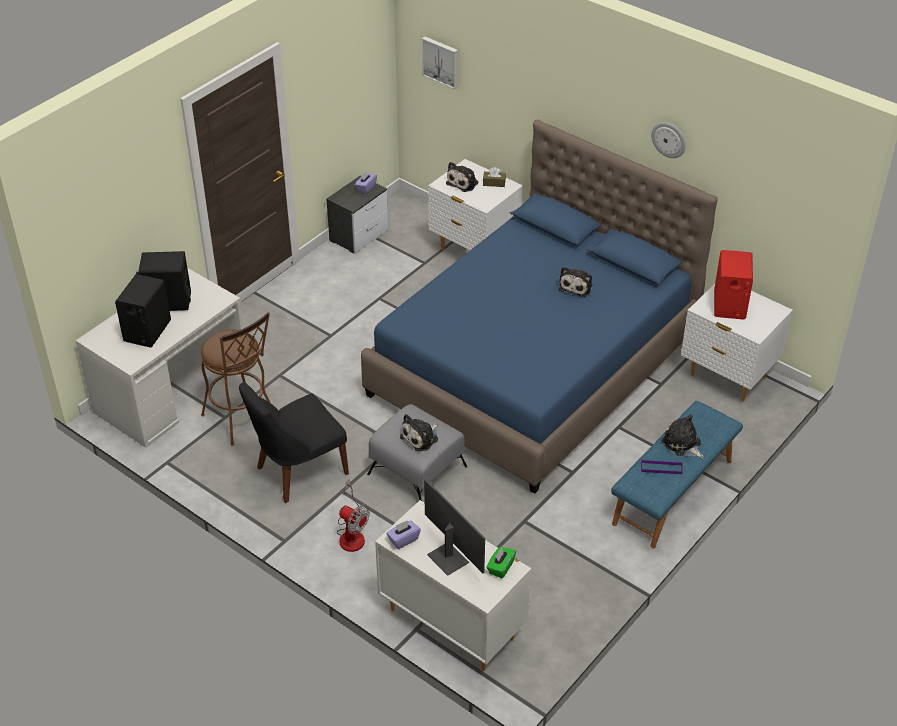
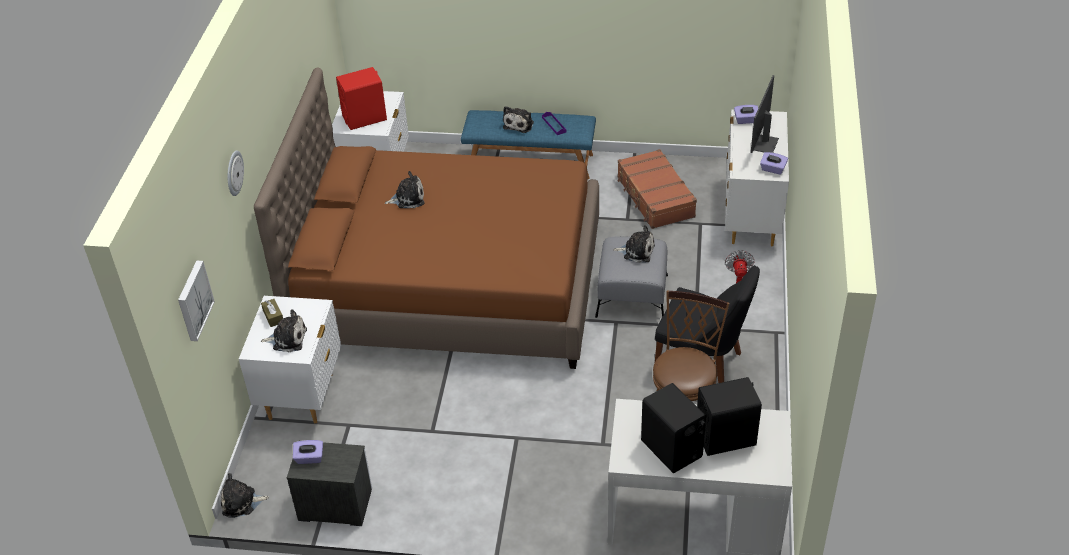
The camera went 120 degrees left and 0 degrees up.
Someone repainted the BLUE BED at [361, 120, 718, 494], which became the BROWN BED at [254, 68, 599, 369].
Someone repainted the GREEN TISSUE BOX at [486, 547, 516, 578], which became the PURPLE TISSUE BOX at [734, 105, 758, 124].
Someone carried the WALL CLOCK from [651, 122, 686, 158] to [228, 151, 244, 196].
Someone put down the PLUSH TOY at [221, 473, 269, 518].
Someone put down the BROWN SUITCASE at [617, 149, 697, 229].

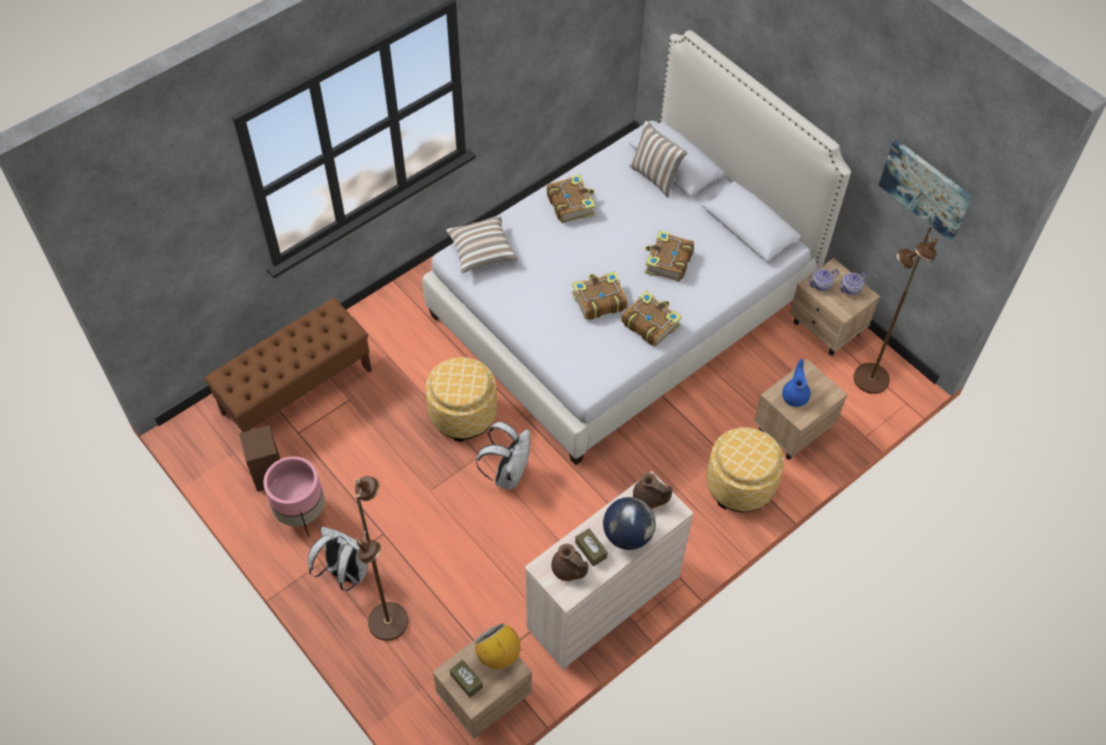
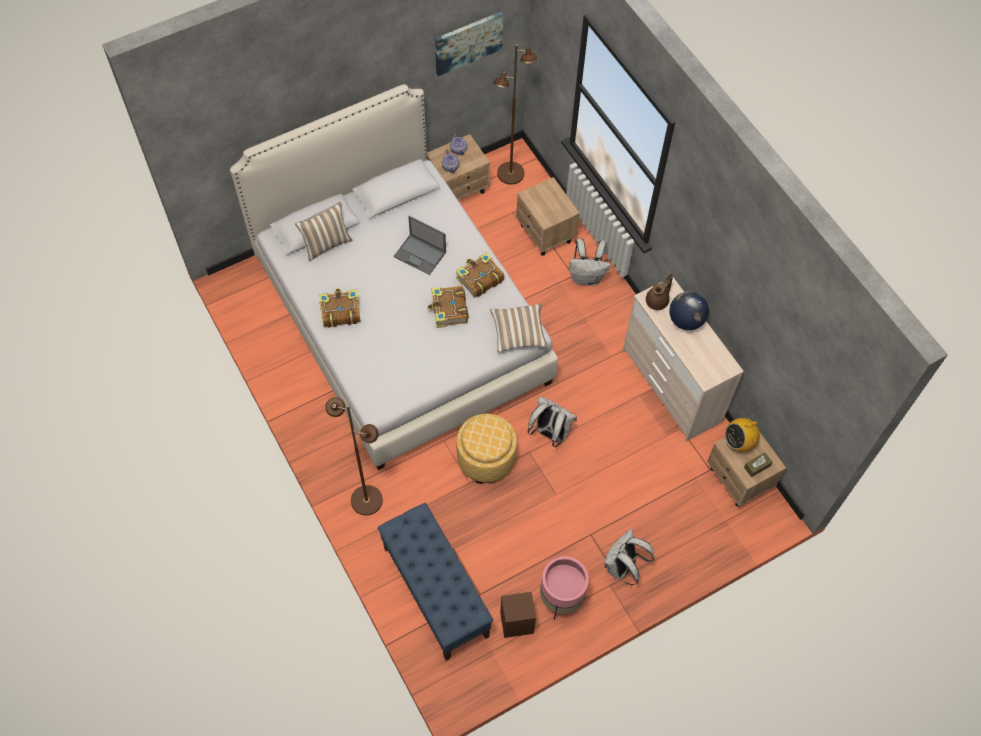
The camera went 80 degrees left and 5 degrees up.
Someone repainted the BROWN BENCH at [204, 298, 372, 432], which became the BLUE BENCH at [378, 503, 493, 661].
Someone carried the BROWN FLOOR LAMP from [355, 476, 408, 641] to [325, 397, 383, 515].
Someone carried the PILLOW from [446, 215, 518, 273] to [490, 304, 548, 352].
Someone took away the BROWN TEAPOT at [551, 544, 588, 581].
Someone took away the BROWN TISSUE BOX at [575, 528, 607, 567].
Someone swapped the BOOK at [644, 230, 694, 282] for the LAPTOP at [394, 216, 446, 275].
Someone swapped the OTTOMAN at [706, 427, 784, 512] for the WHITE BACKPACK at [569, 238, 610, 286].
Someone took away the BLUE TEAPOT at [782, 359, 810, 407].

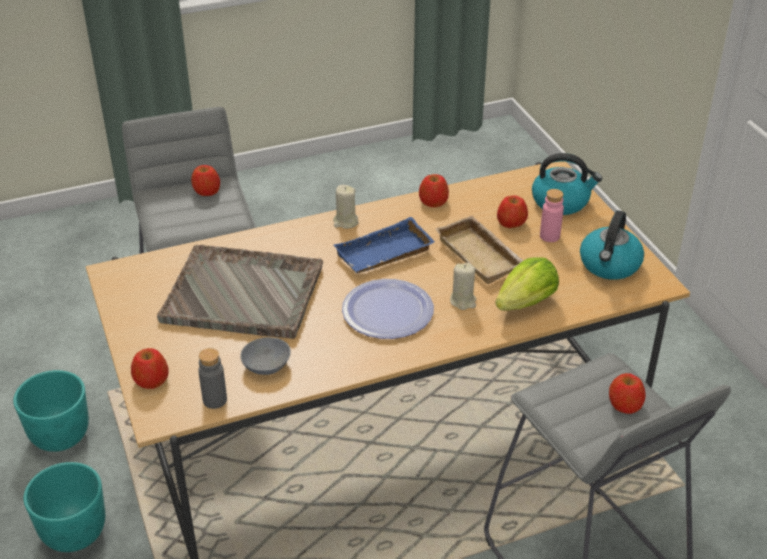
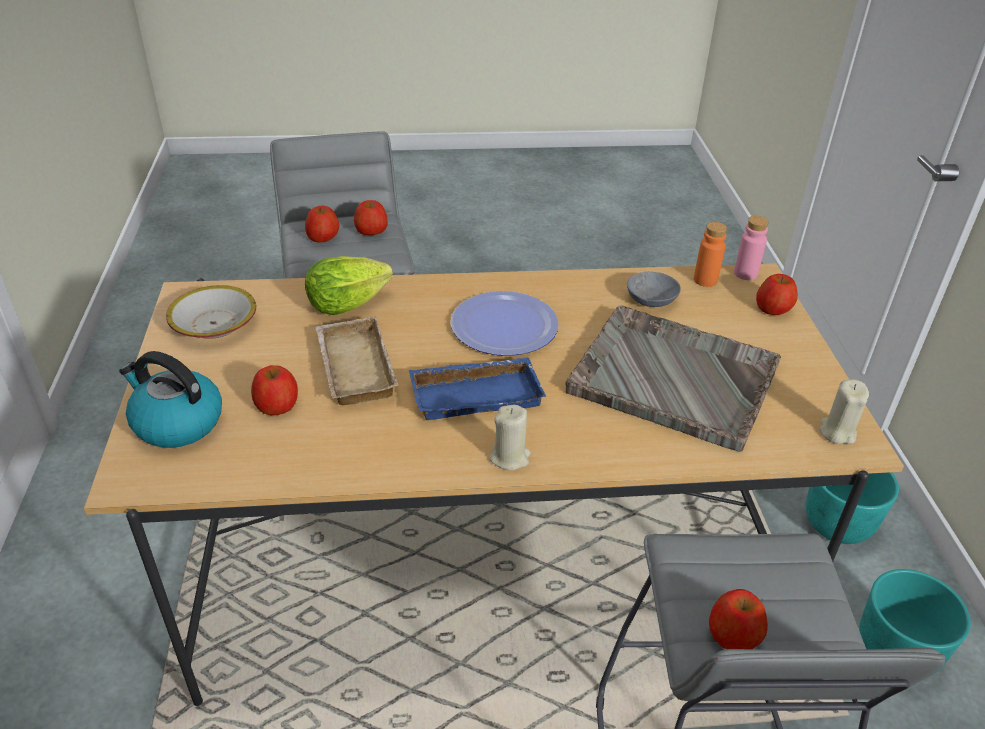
The camera went 165 degrees left and 0 degrees up.
Someone repainted the GREY BOTTLE at [198, 348, 227, 409], which became the ORANGE BOTTLE at [694, 222, 727, 287].
Someone carried the APPLE from [419, 174, 449, 207] to [354, 200, 388, 235].
Someone carried the BEIGE CANDLE from [450, 263, 476, 310] to [820, 380, 869, 444].
Someone carried the PINK BOTTLE from [540, 189, 564, 242] to [734, 216, 769, 280].
Someone swapped the KETTLE at [580, 210, 644, 280] for the BOWL at [166, 285, 256, 339].

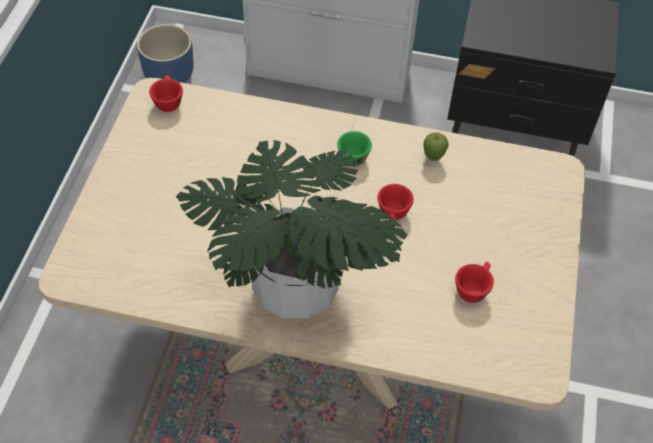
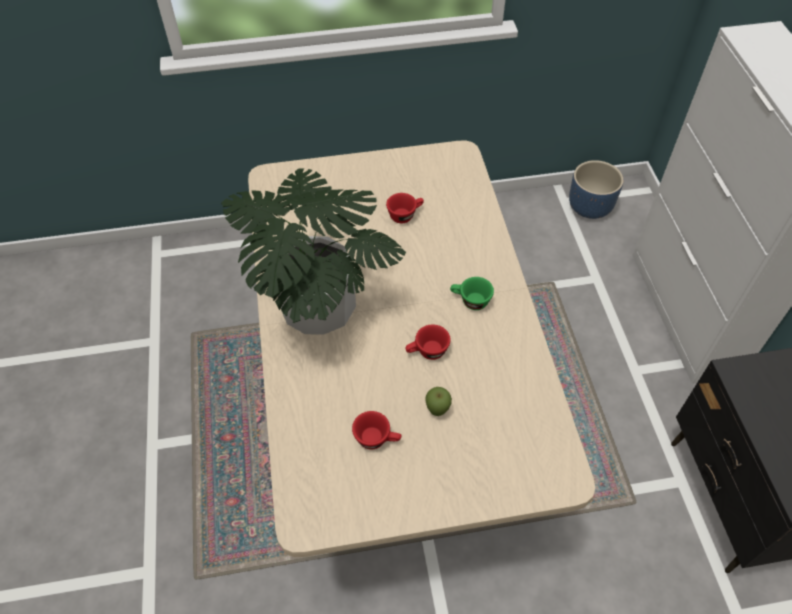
The camera went 70 degrees right and 0 degrees up.
Someone carried the RED CUP from [149, 75, 183, 112] to [386, 193, 424, 223].
Someone carried the APPLE from [423, 132, 449, 161] to [425, 387, 452, 416].

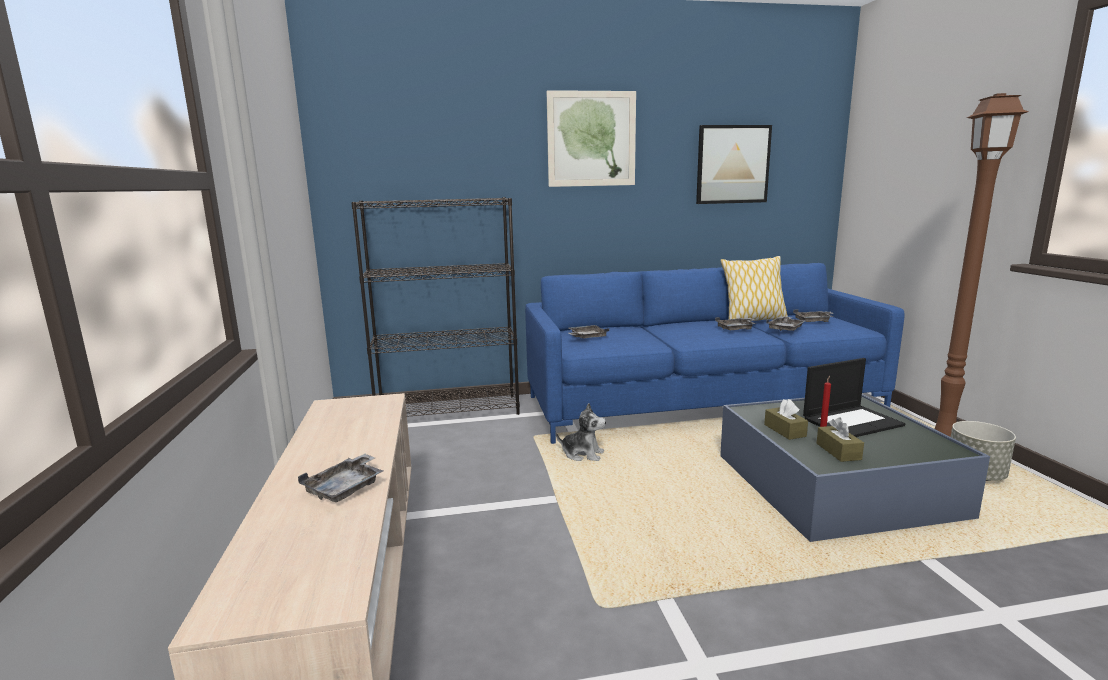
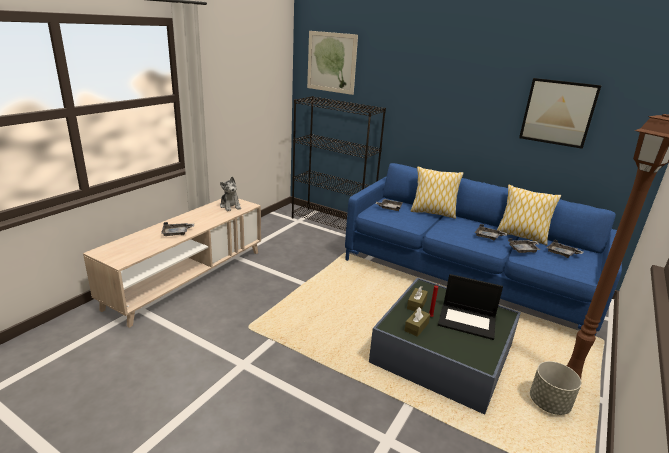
The camera went 40 degrees right and 10 degrees up.
Someone carried the PICTURE from [546, 90, 636, 187] to [307, 31, 358, 95].
Someone carried the PLUSH TOY from [555, 403, 606, 461] to [220, 177, 241, 211].
Someone put down the PILLOW at [411, 166, 463, 219].

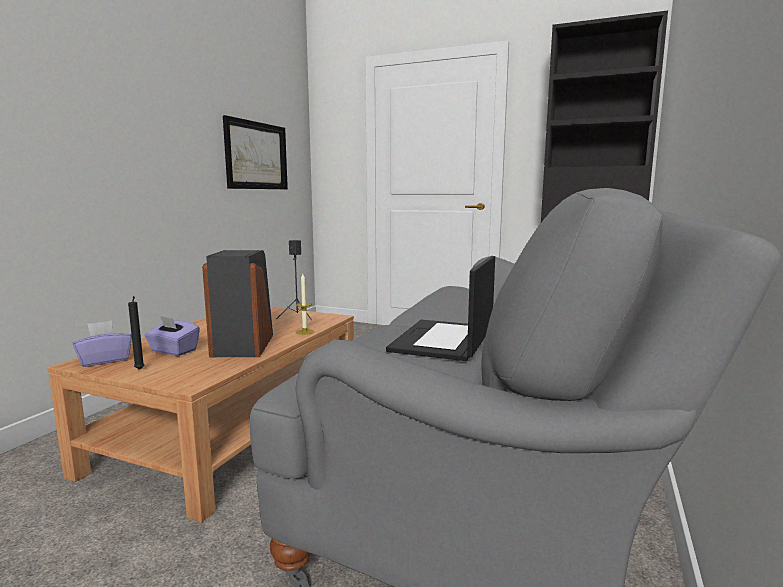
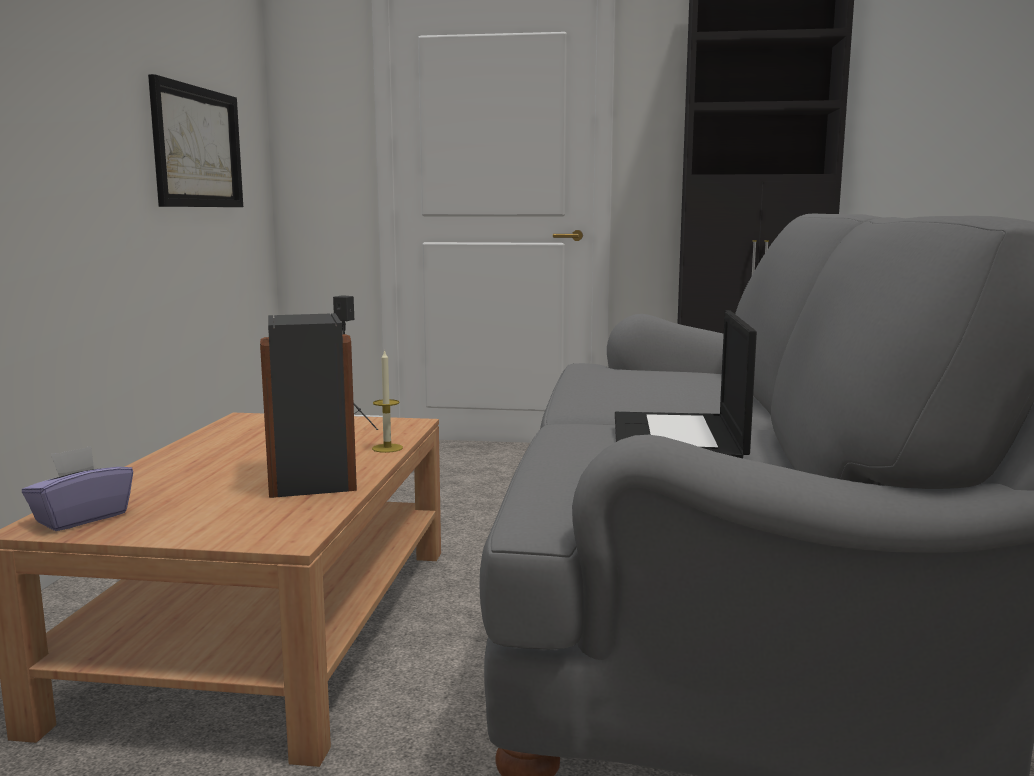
The camera went 15 degrees left and 0 degrees up.
Someone took away the BLACK CANDLE at [128, 296, 144, 370].
Someone took away the PURPLE TISSUE BOX at [144, 315, 200, 356].

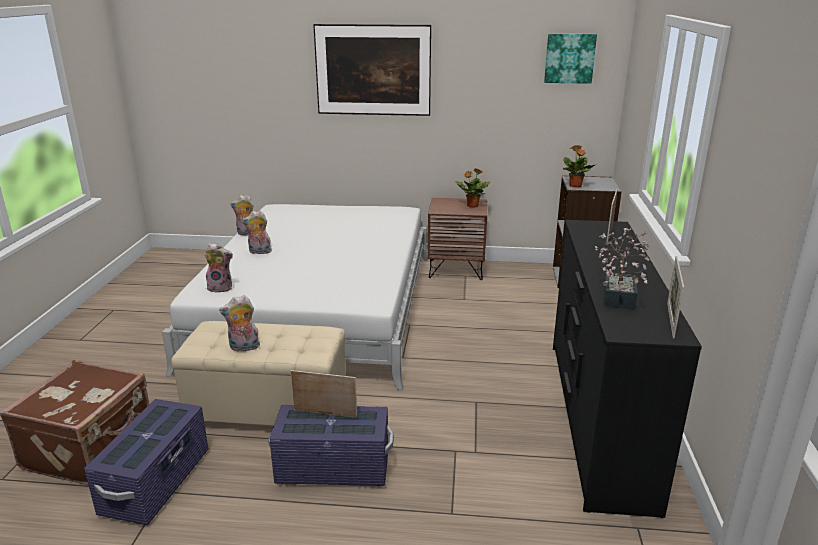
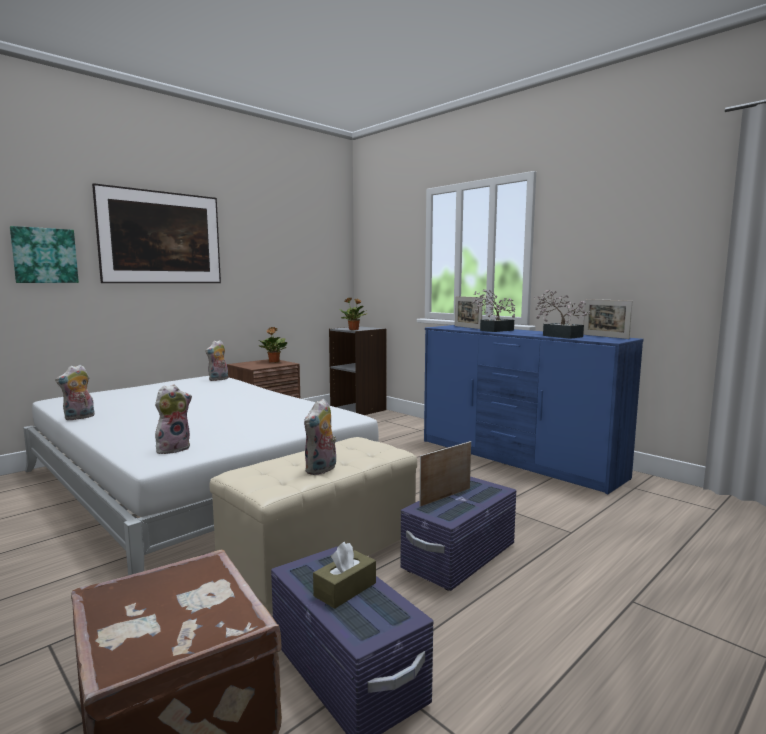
The camera went 50 degrees left and 15 degrees down.
Someone carried the PLUSH TOY from [242, 211, 272, 254] to [205, 340, 228, 381].
Someone carried the PICTURE from [544, 34, 597, 84] to [10, 226, 79, 283].
Someone repainted the BLACK DRESSER at [553, 220, 702, 518], which became the BLUE DRESSER at [424, 325, 644, 494].
Someone put down the BROWN TISSUE BOX at [313, 542, 376, 609].
Someone put down the POTTED PLANT at [473, 289, 515, 332].

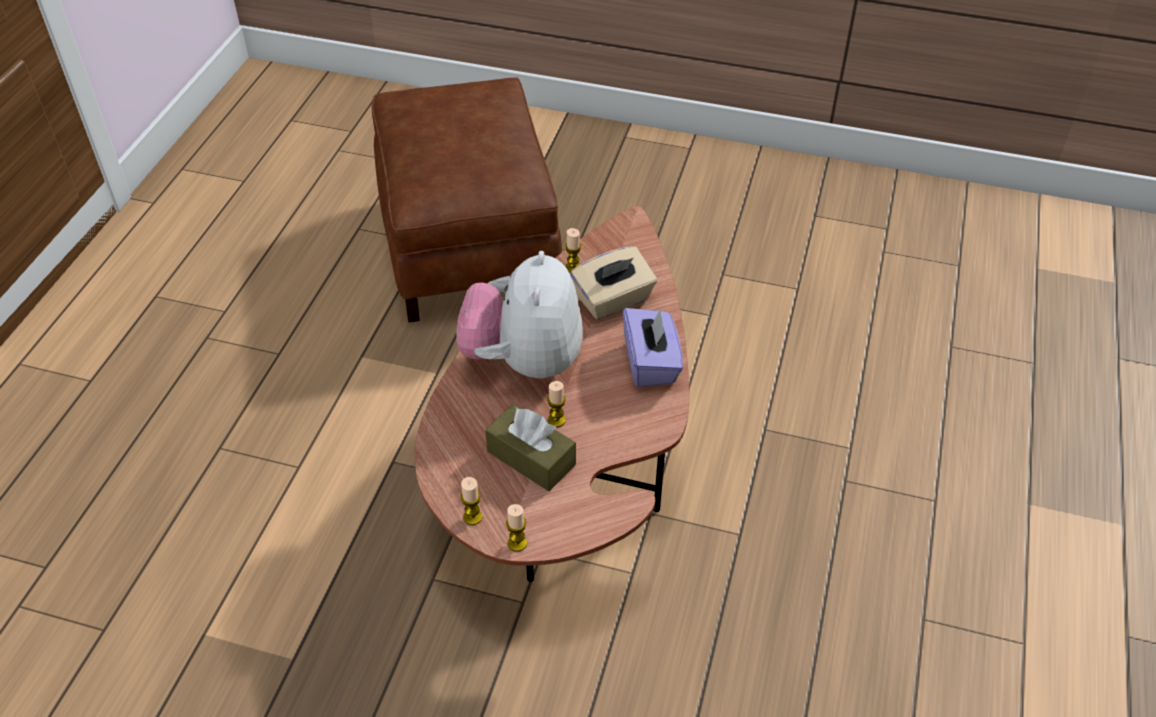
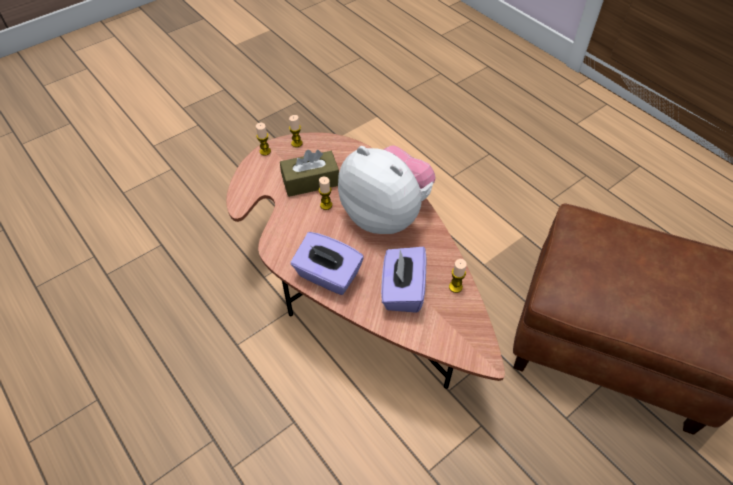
The camera went 125 degrees right and 5 degrees up.
Someone repainted the BEIGE TISSUE BOX at [571, 246, 657, 320], which became the PURPLE TISSUE BOX at [381, 247, 426, 313].

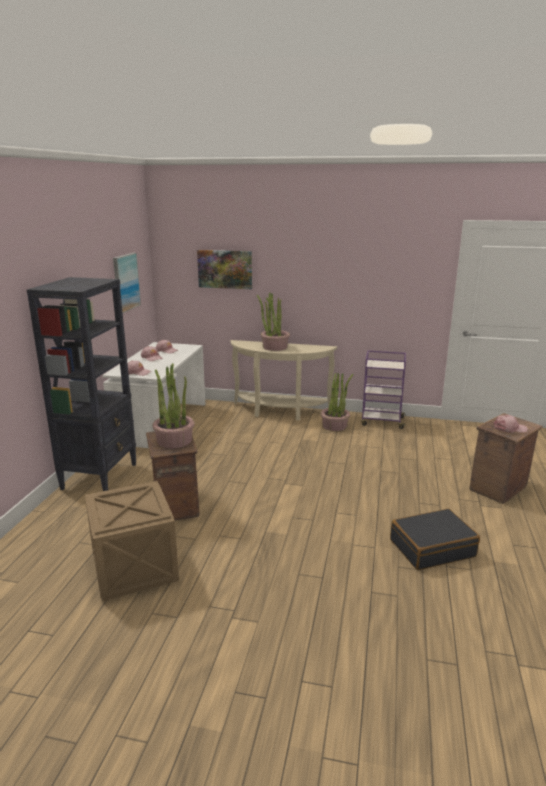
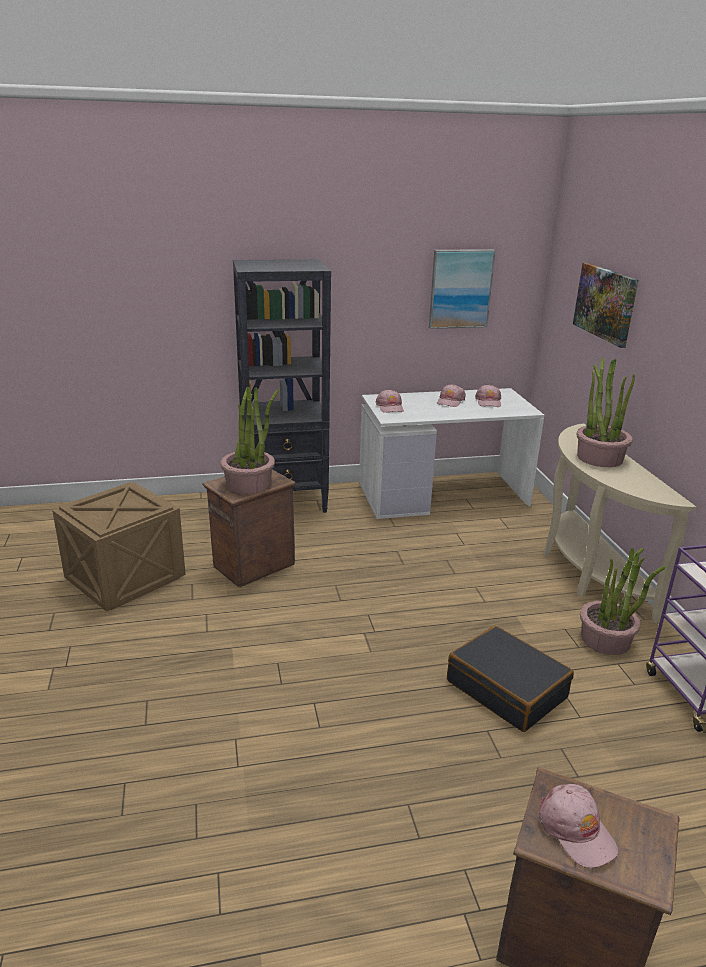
The camera went 65 degrees right and 5 degrees up.
Someone carried the BLACK SUITCASE from [390, 509, 480, 570] to [447, 625, 574, 732].

